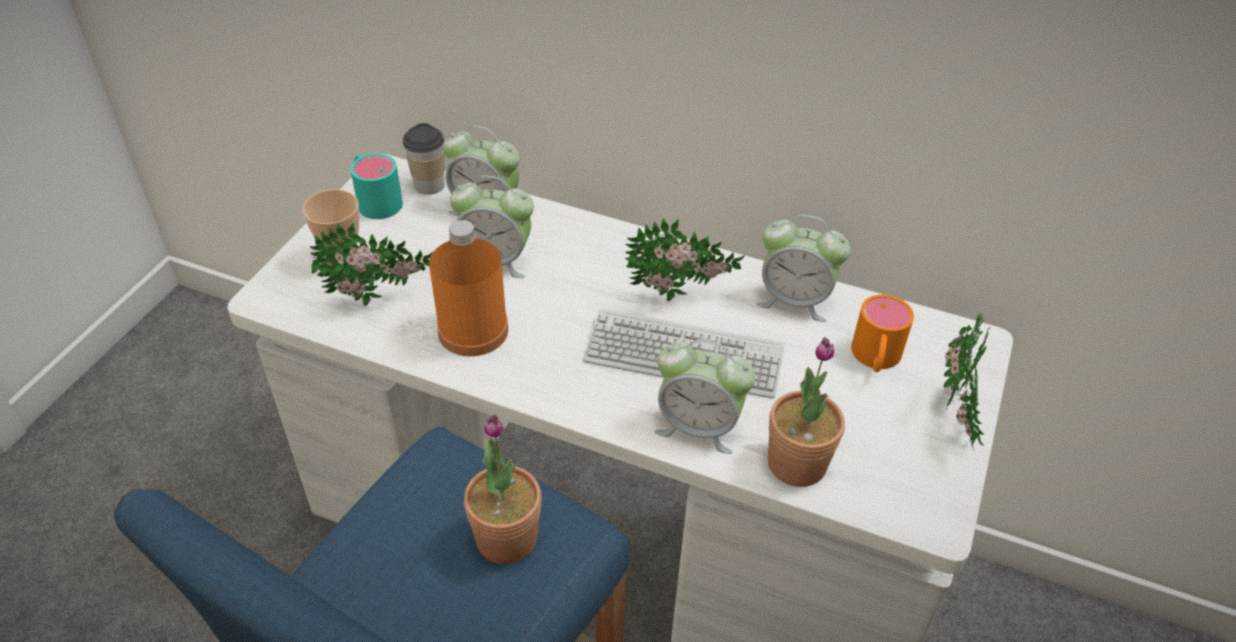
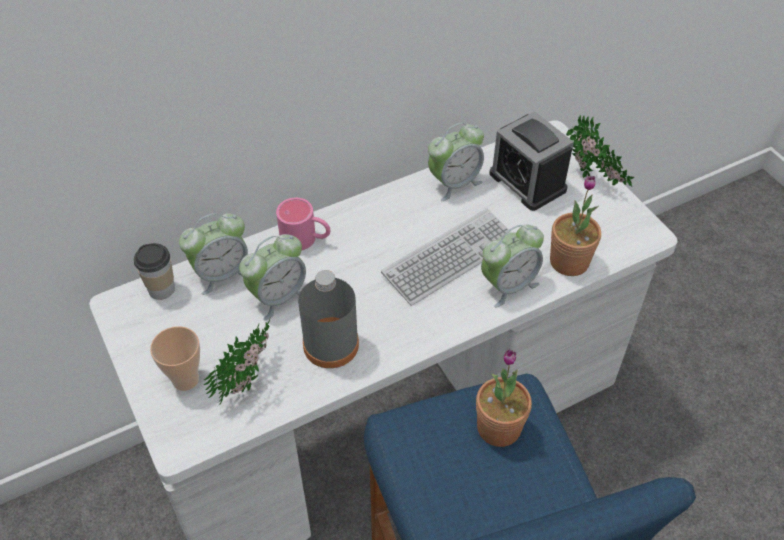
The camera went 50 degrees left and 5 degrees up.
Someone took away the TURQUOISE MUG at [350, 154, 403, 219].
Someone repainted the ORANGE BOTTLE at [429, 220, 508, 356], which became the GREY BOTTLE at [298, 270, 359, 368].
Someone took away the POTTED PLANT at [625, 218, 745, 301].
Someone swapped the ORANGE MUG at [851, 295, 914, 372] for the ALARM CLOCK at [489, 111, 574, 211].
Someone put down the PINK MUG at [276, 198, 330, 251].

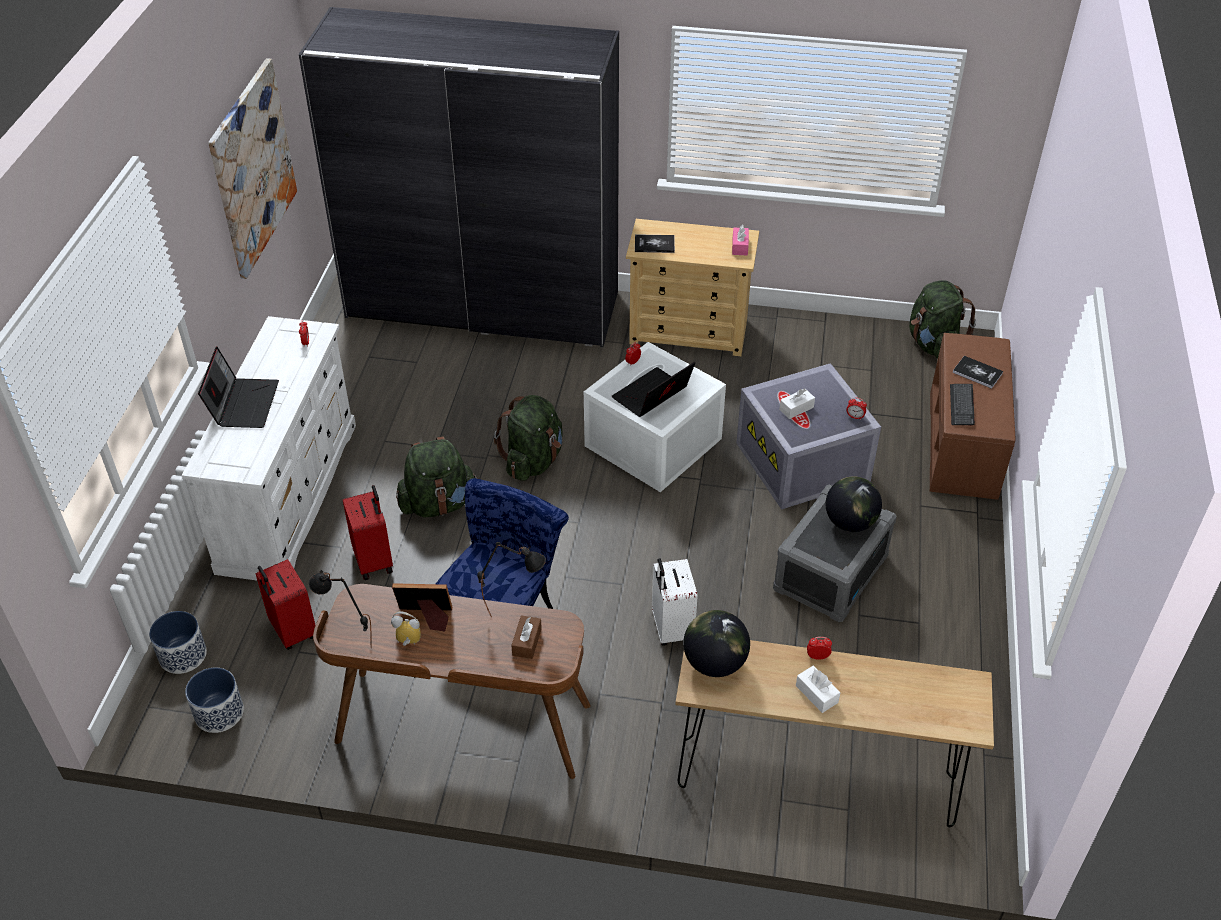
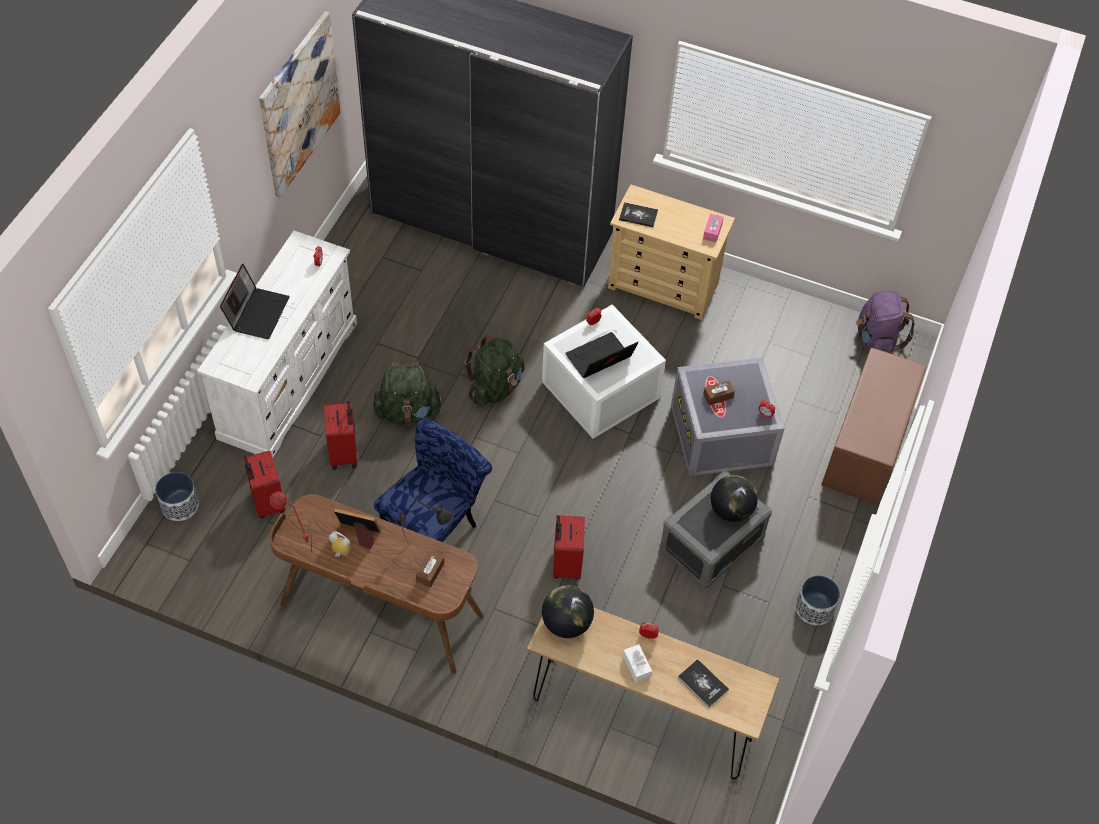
The camera went 10 degrees right and 10 degrees up.
Someone carried the PLANTER from [185, 668, 244, 733] to [796, 575, 840, 625].
Someone repainted the BLACK TABLE LAMP at [309, 570, 372, 649], which became the RED TABLE LAMP at [270, 492, 312, 552].
Someone repainted the WHITE SUITCASE at [652, 558, 698, 646], which became the RED SUITCASE at [553, 515, 585, 580].
Someone repainted the WHITE TISSUE BOX at [779, 388, 815, 419], which became the BROWN TISSUE BOX at [703, 381, 735, 405].
Someone repainted the GREEN BACKPACK at [909, 280, 976, 358], which became the PURPLE BACKPACK at [856, 290, 915, 353].
Someone took away the KEYBOARD at [950, 384, 975, 426].
Someone carried the BOOK from [952, 356, 1003, 389] to [678, 659, 729, 708].

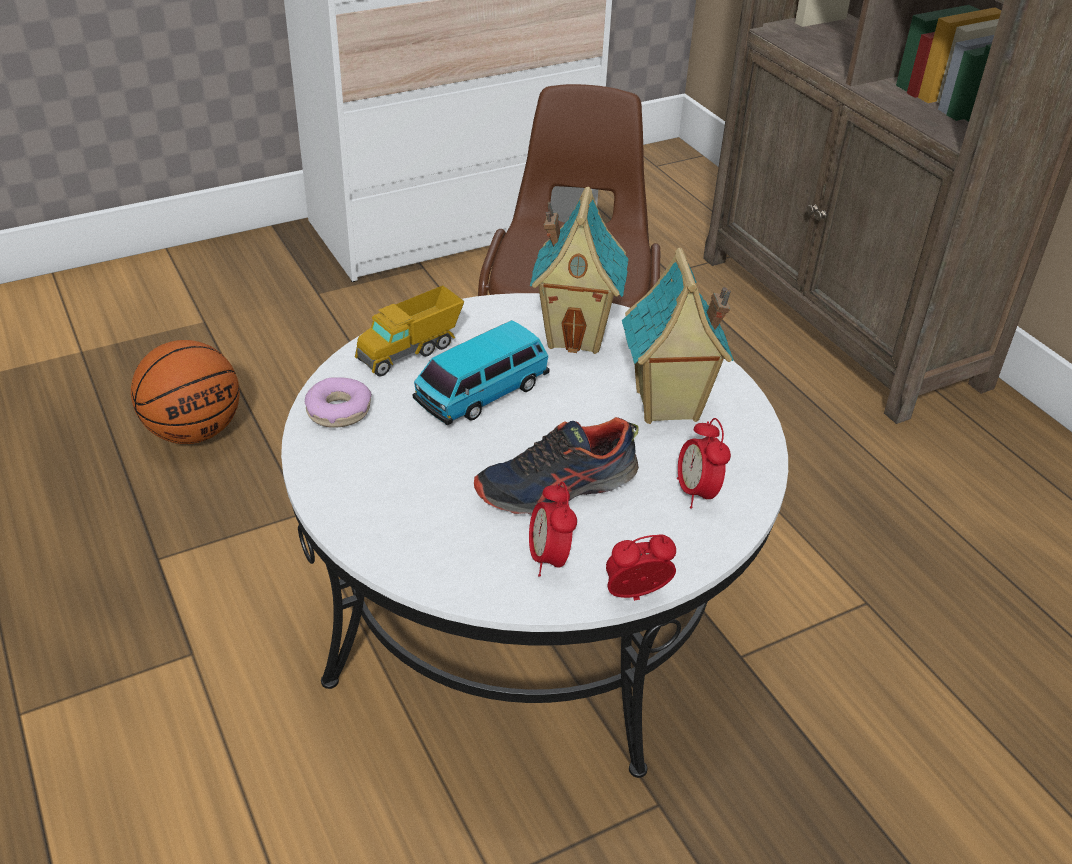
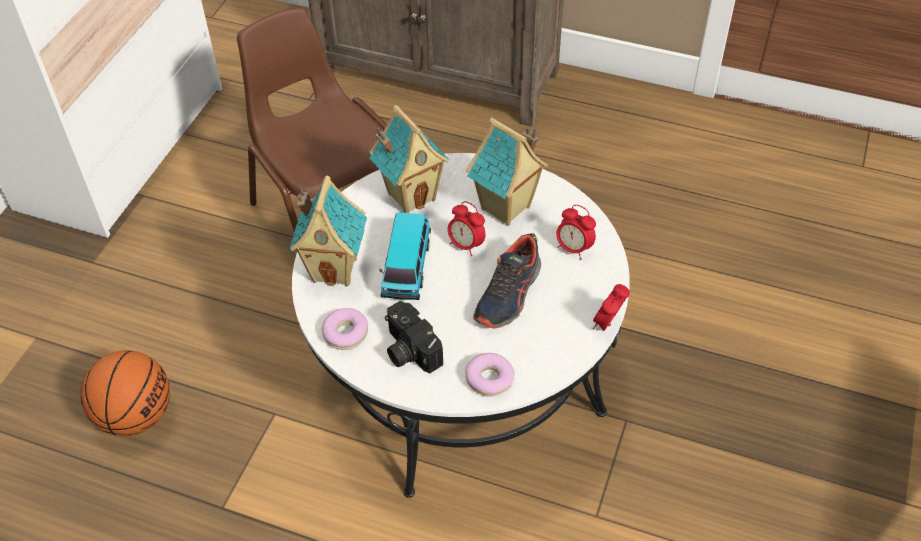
The camera went 40 degrees left and 10 degrees up.
Someone swapped the TOY TRUCK at [355, 286, 465, 377] for the TOY HOUSE at [290, 175, 367, 286].
Someone carried the ALARM CLOCK from [529, 482, 577, 577] to [448, 201, 486, 256].
Someone put down the PHOTO CAMERA at [385, 301, 443, 373].
Someone put down the DONUT at [465, 353, 515, 396].

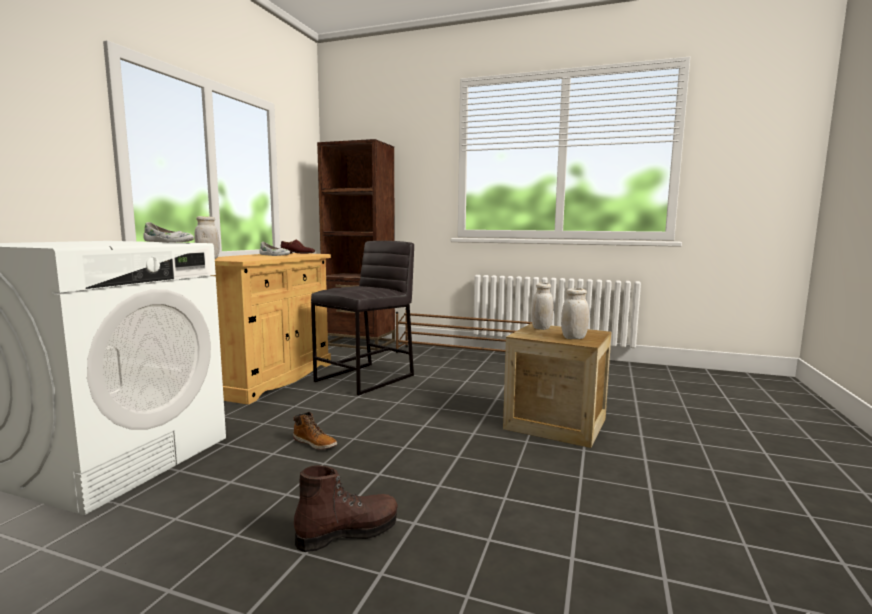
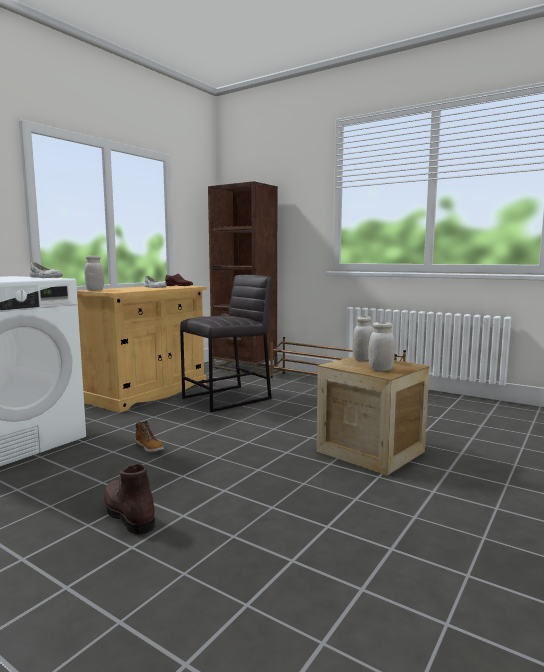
The camera went 15 degrees right and 0 degrees up.
Someone rotated the BROWN BOOT at [294, 465, 398, 552] by 120 degrees counterclockwise.

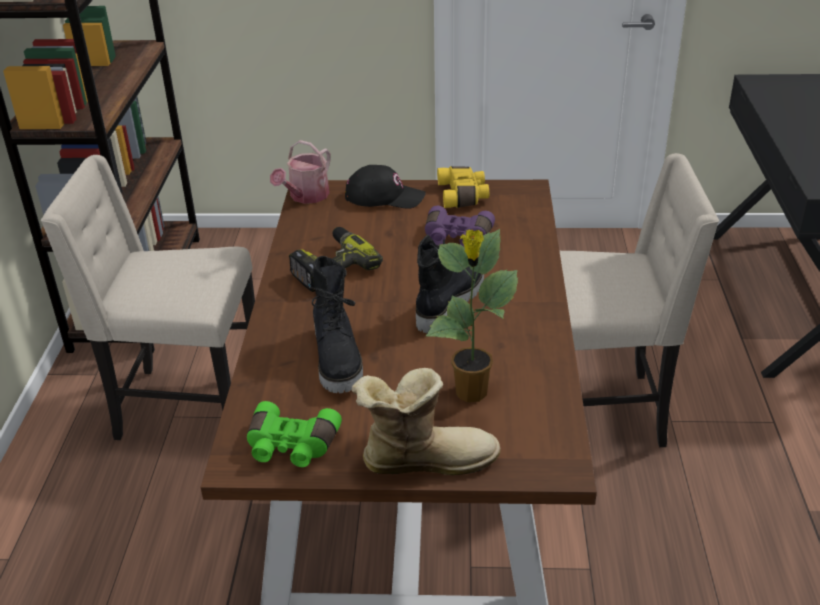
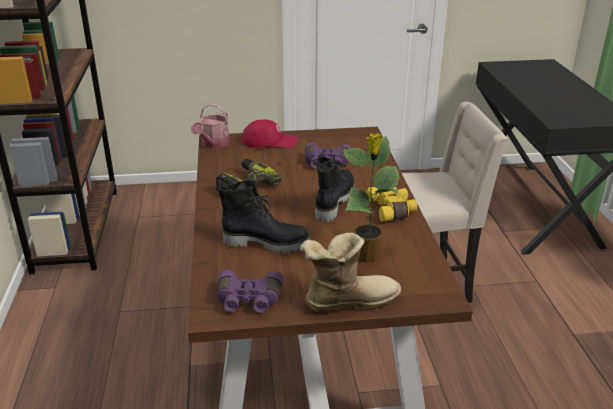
The camera went 10 degrees left and 5 degrees down.
Someone took away the BEIGE CHAIR at [41, 155, 255, 440].
Someone repainted the GREEN BINOCULARS at [247, 401, 342, 467], which became the PURPLE BINOCULARS at [217, 270, 283, 313].
Someone rotated the BLACK BOOT at [310, 256, 363, 393] by 60 degrees counterclockwise.
Someone repainted the BLACK CAP at [345, 165, 426, 209], which became the RED CAP at [241, 120, 298, 148].
Someone carried the YELLOW BINOCULARS from [437, 166, 489, 208] to [366, 187, 417, 222].

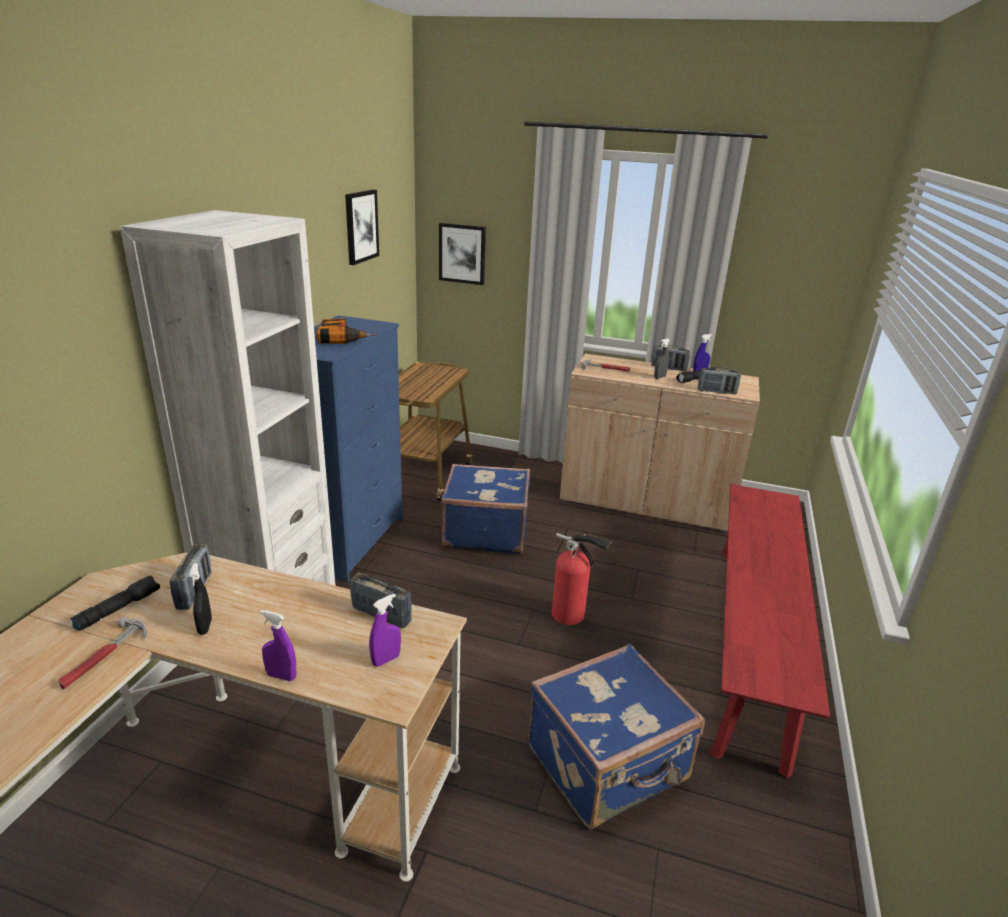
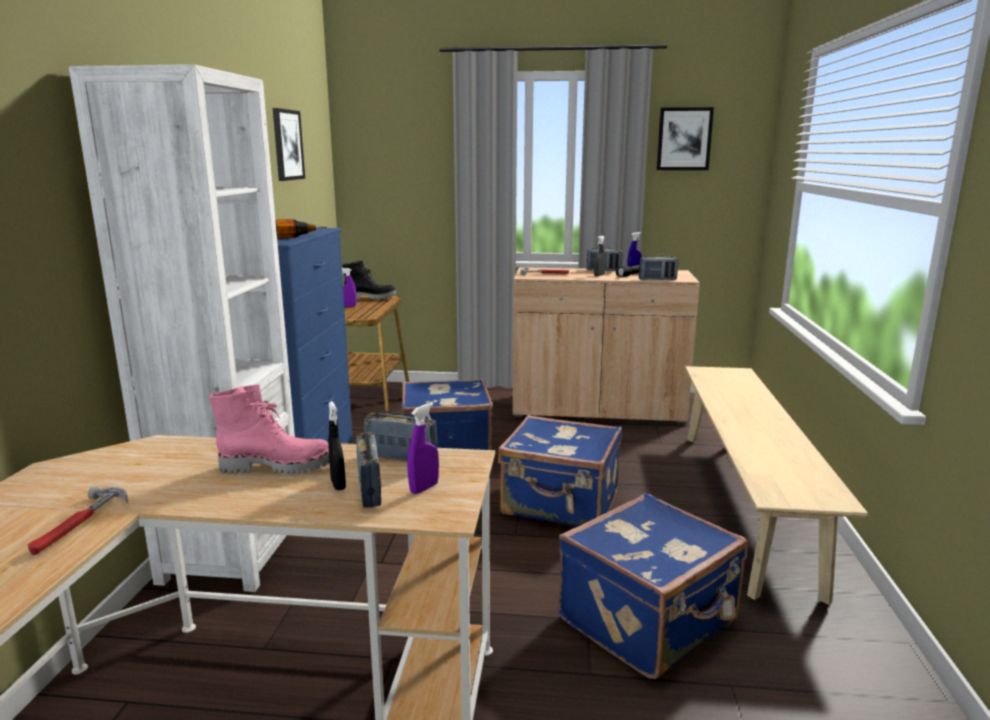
The camera went 10 degrees left and 10 degrees down.
Someone took away the BLACK FLASHLIGHT at [71, 576, 160, 631].
Someone carried the RADIO from [170, 544, 212, 610] to [356, 432, 381, 508].
Someone carried the BLACK SPRAY BOTTLE from [189, 563, 212, 635] to [328, 401, 346, 490].
Someone carried the PURPLE SPRAY BOTTLE from [260, 610, 296, 681] to [342, 268, 357, 307].
Someone carried the PICTURE from [439, 223, 486, 285] to [657, 107, 714, 170].
Someone swapped the FIRE EXTINGUISHER at [552, 533, 611, 625] for the BLUE SUITCASE at [498, 415, 622, 527].
Someone repainted the RED BENCH at [711, 484, 830, 779], which became the BEIGE BENCH at [685, 366, 868, 605].
Someone put down the PINK BOOT at [209, 384, 330, 475].
Someone put down the BLACK BOOT at [342, 261, 397, 300].

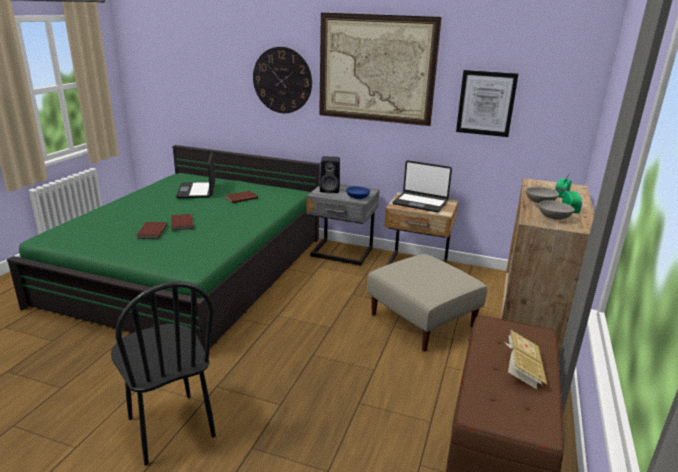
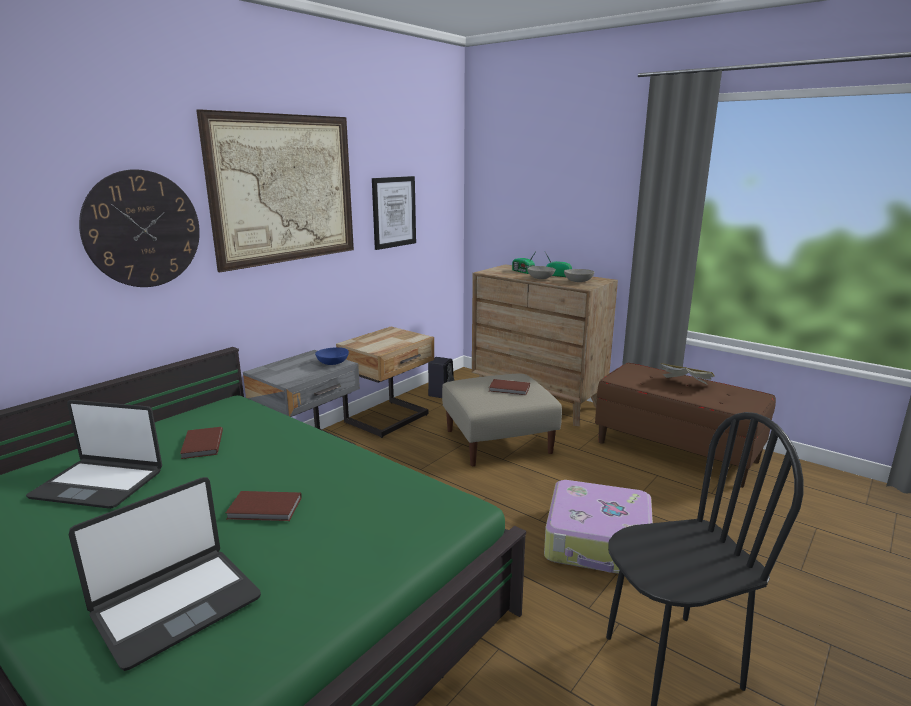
The camera went 70 degrees left and 5 degrees down.
Someone carried the BROWN BOOK from [137, 222, 167, 239] to [489, 379, 530, 395].
Someone carried the BLACK SPEAKER from [320, 156, 340, 193] to [428, 357, 454, 398].
Someone carried the LAPTOP from [392, 160, 452, 212] to [69, 477, 261, 671].
Someone put down the SUITCASE at [544, 480, 653, 574].

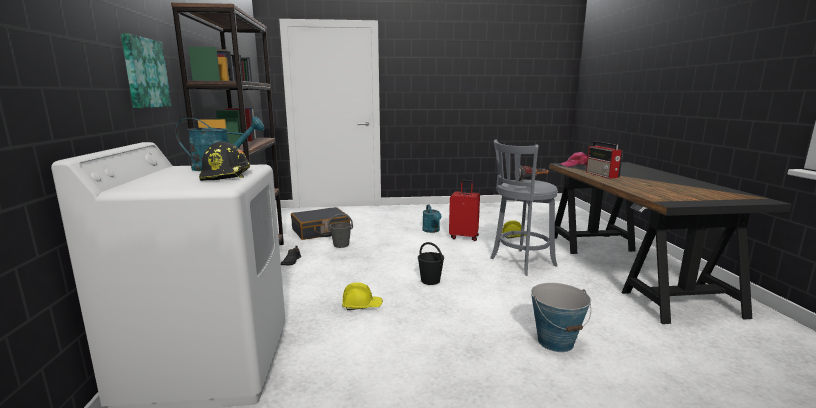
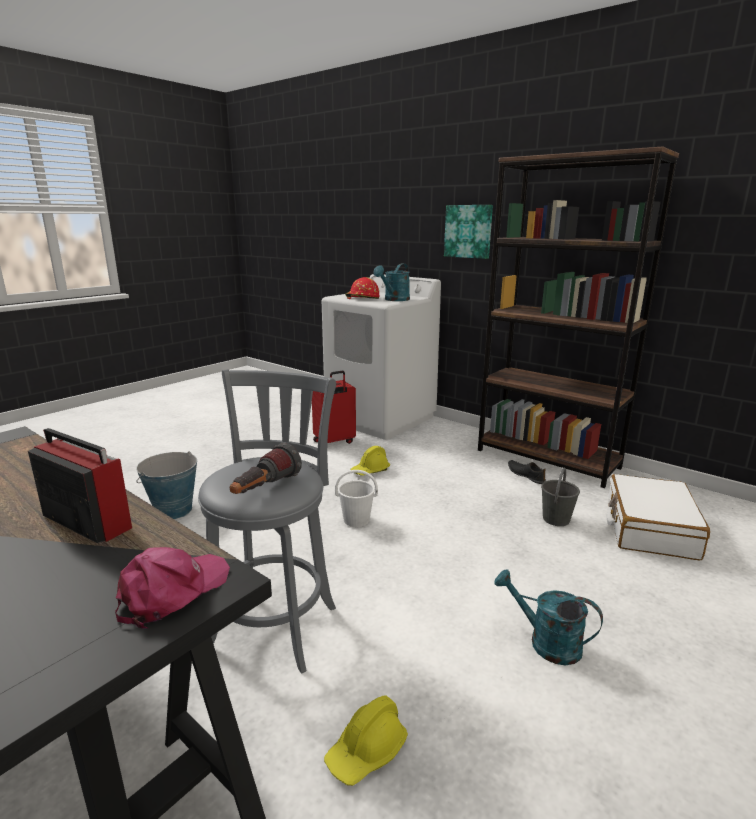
The camera went 135 degrees right and 5 degrees up.
Someone repainted the BLACK HARD HAT at [199, 141, 250, 181], which became the RED HARD HAT at [345, 277, 380, 299].
Someone repainted the BLACK SUITCASE at [291, 207, 350, 240], which became the WHITE SUITCASE at [607, 474, 710, 561].
Someone repainted the BLACK BUCKET at [418, 242, 444, 285], which became the WHITE BUCKET at [335, 470, 378, 527].
Someone carried the RED SUITCASE from [449, 180, 480, 241] to [312, 371, 356, 447].

